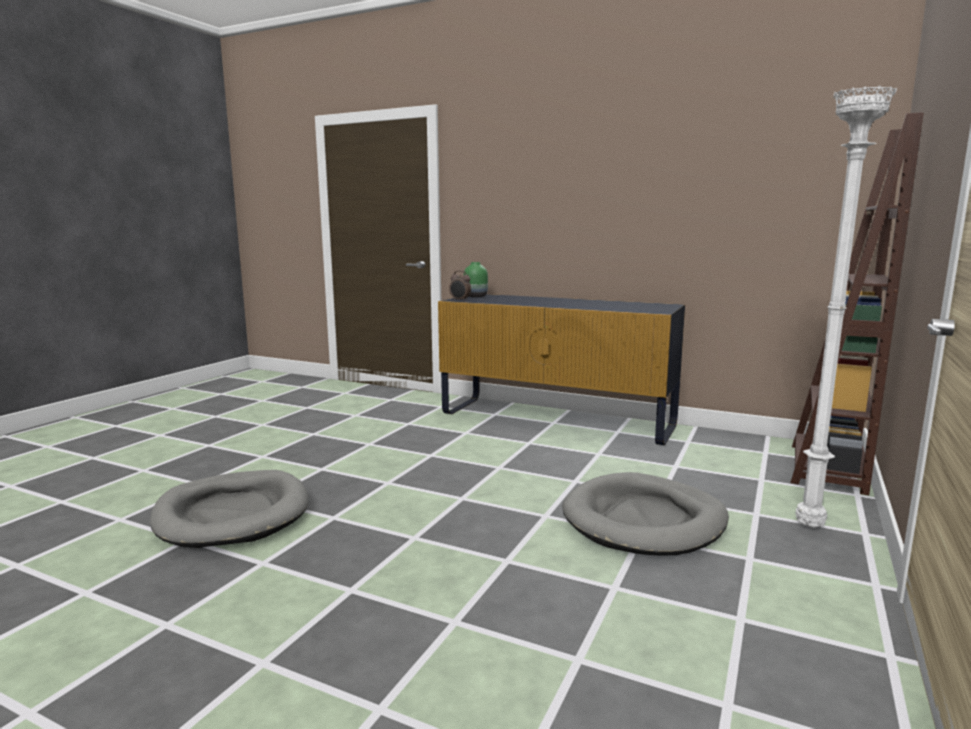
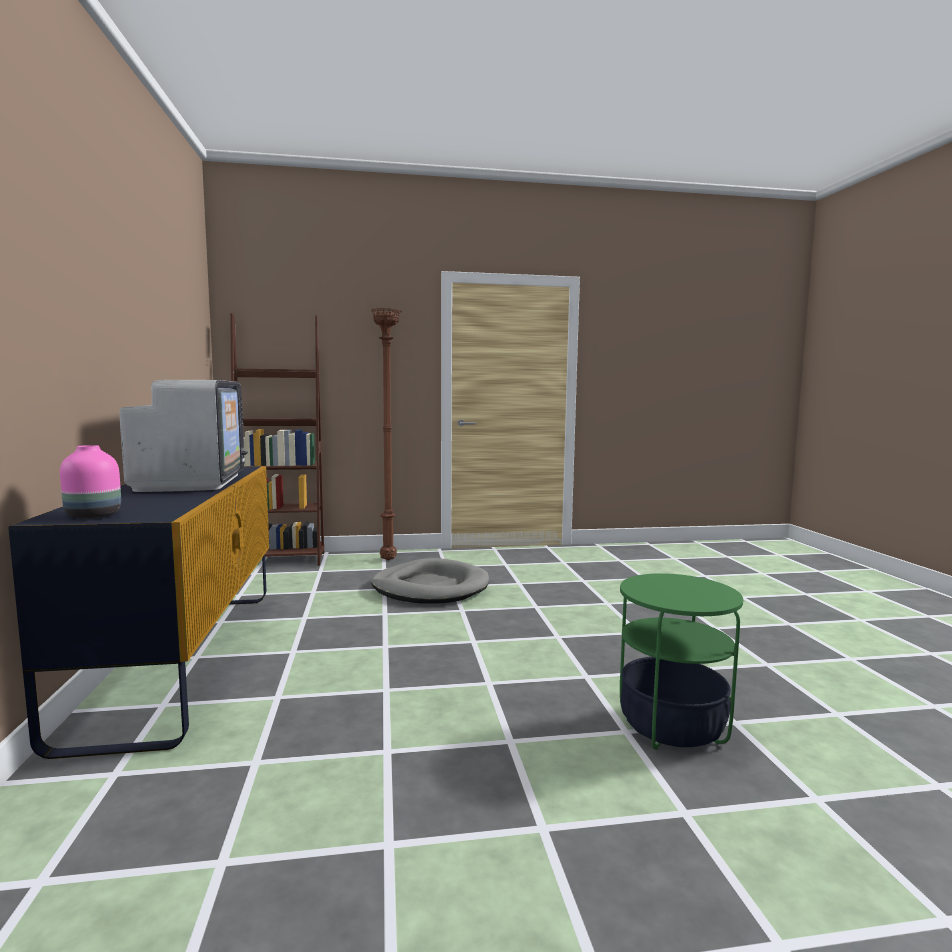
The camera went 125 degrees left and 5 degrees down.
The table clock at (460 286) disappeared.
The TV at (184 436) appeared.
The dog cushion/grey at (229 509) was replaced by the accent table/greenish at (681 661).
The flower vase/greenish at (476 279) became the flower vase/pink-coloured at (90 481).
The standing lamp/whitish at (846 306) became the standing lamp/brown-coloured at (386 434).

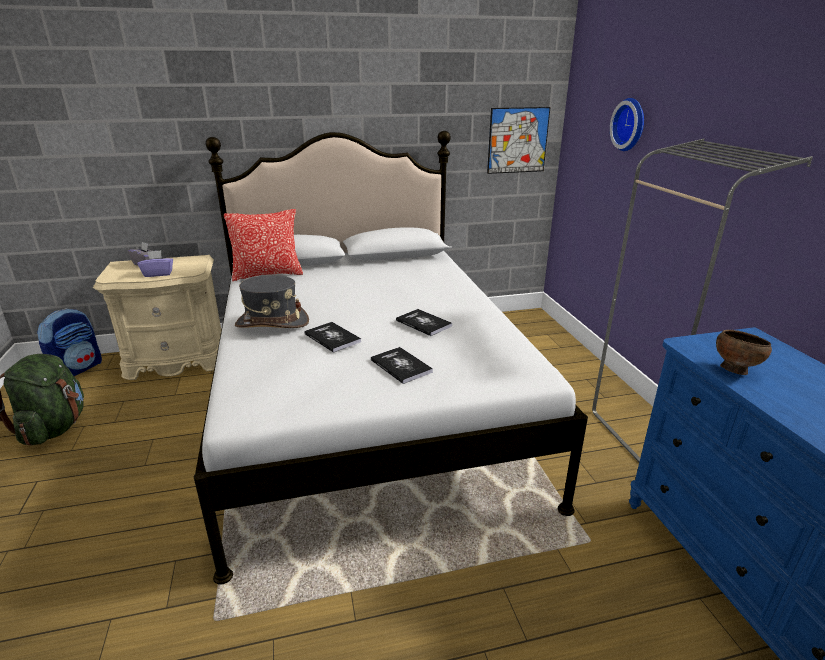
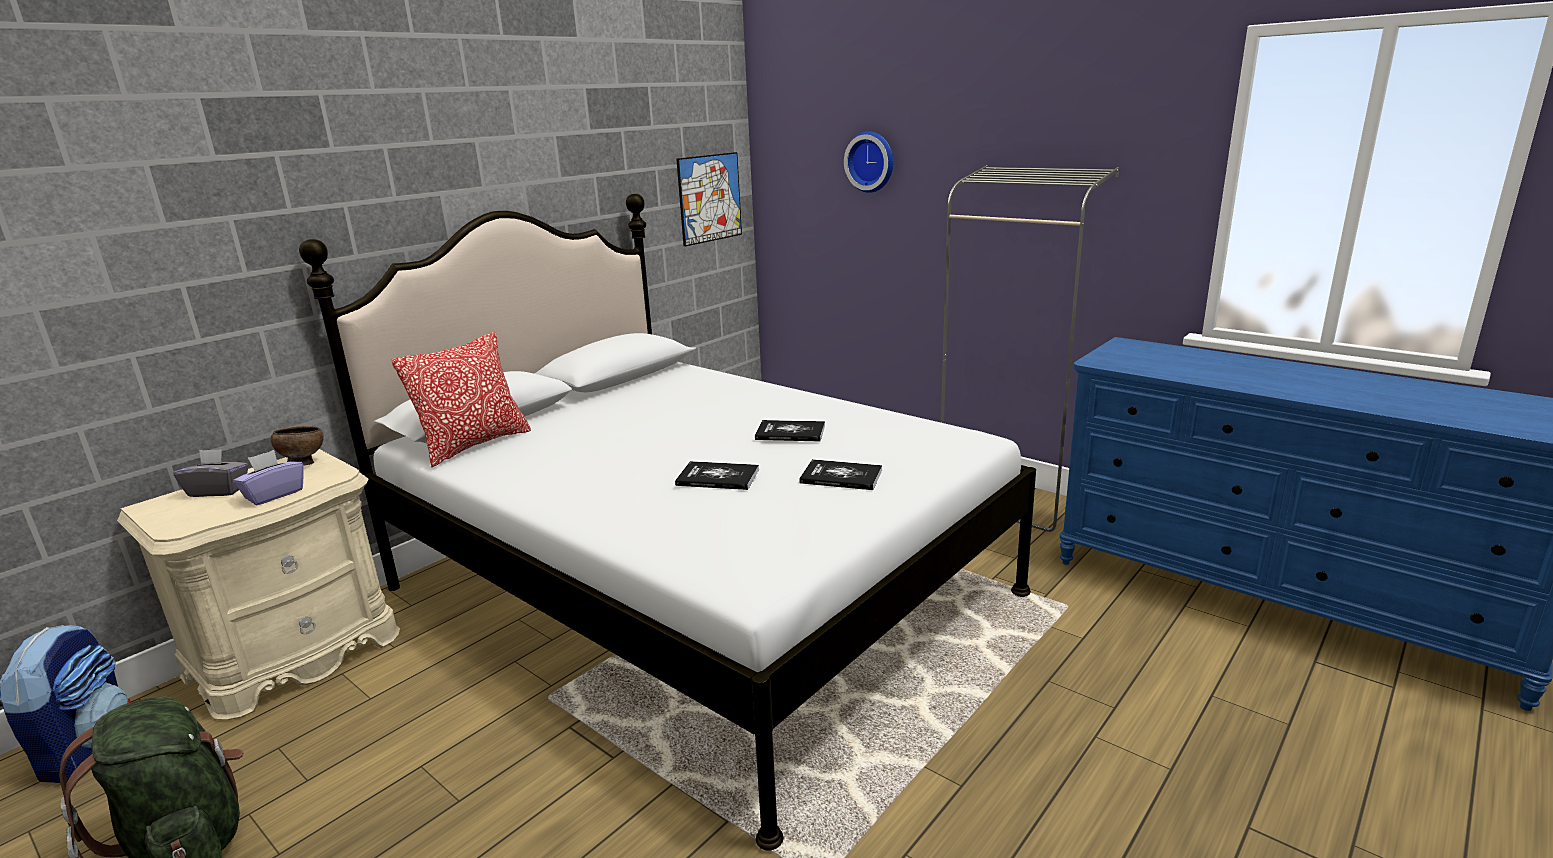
The camera went 35 degrees left and 5 degrees down.
The wearable hat/grey at (272 301) disappeared.
The bowl/brown-coloured moved from (744 352) to (297 446).

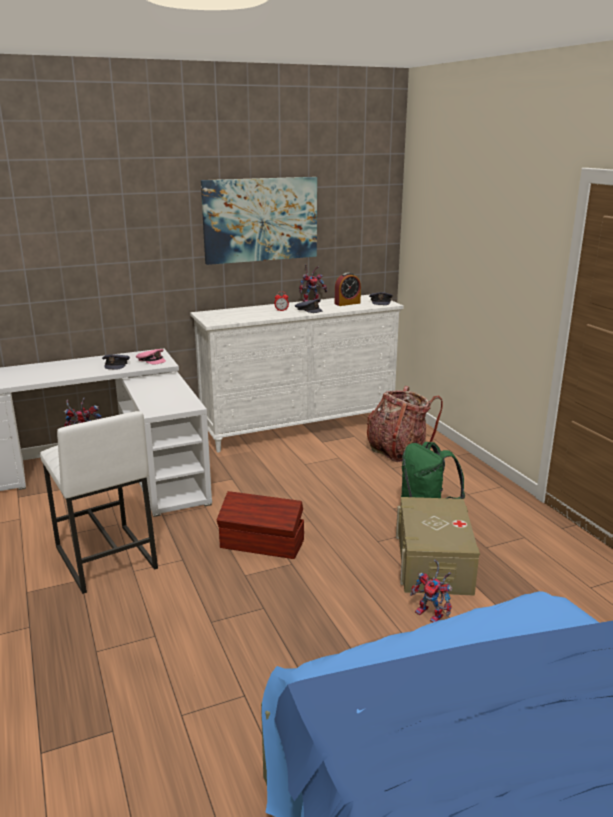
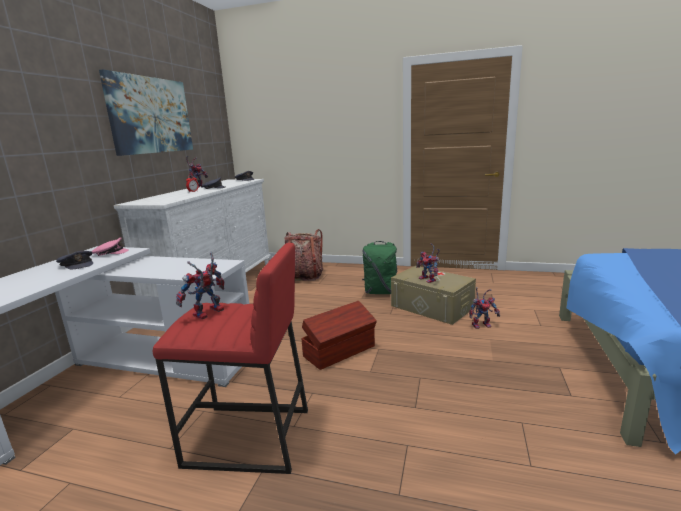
The camera went 50 degrees left and 5 degrees down.
The table clock at (348 289) disappeared.
The model robot at (428 263) appeared.
The sitting stool/whitish at (99 502) became the sitting stool/red-coloured at (230 358).

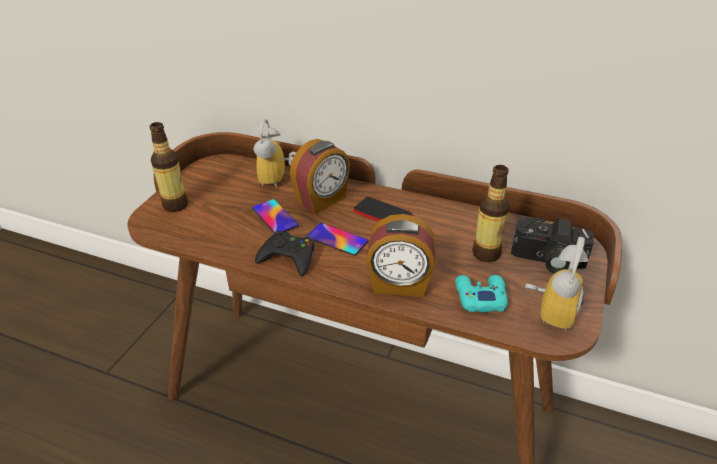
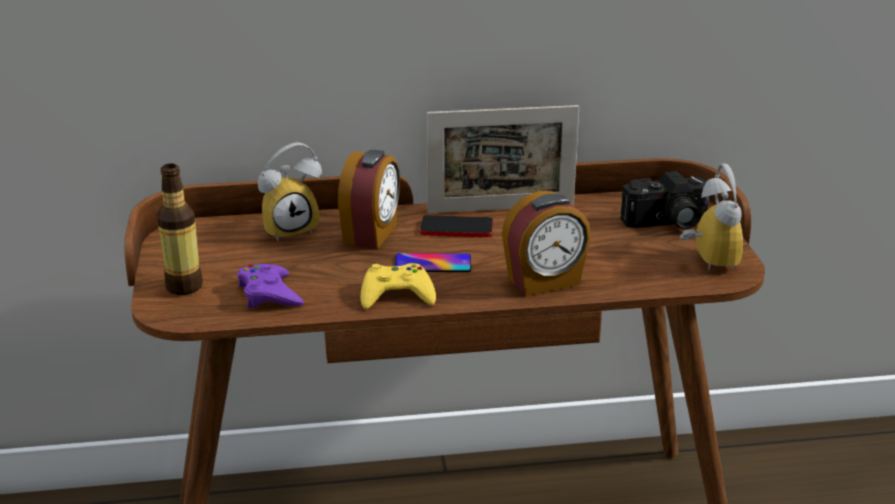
The camera went 30 degrees left and 10 degrees down.
The phone at (275 216) disappeared.
The joypad/turquoise at (481 293) disappeared.
The drink bottle at (491 213) disappeared.
The joypad/purplish at (270 286) appeared.
The picture frame at (503 159) appeared.
The joypad/black at (284 253) became the joypad/yellowish at (398 286).
The table clock at (274 154) turned 90 degrees counterclockwise.

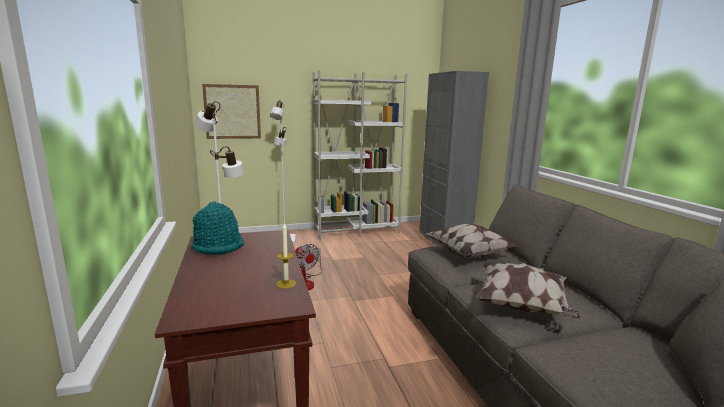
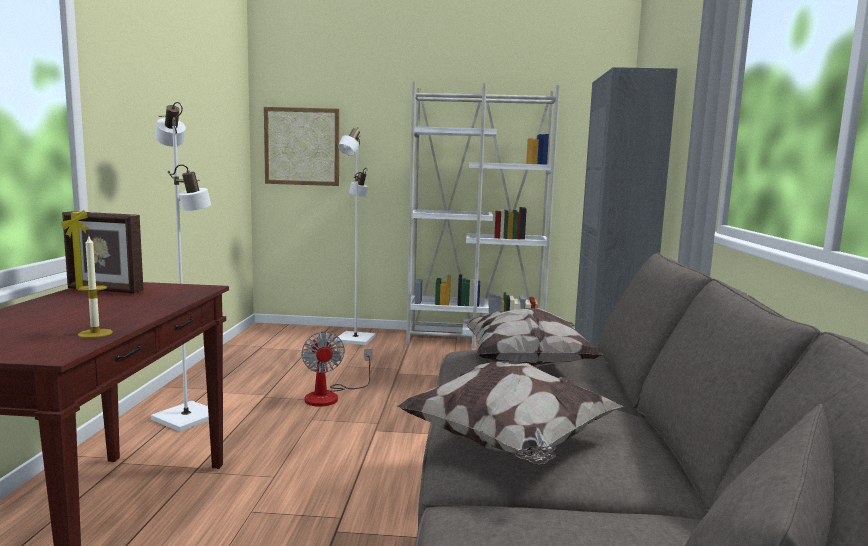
The camera went 20 degrees right and 5 degrees down.
The wearable hat/turquoise at (217 228) was replaced by the picture frame at (102 252).

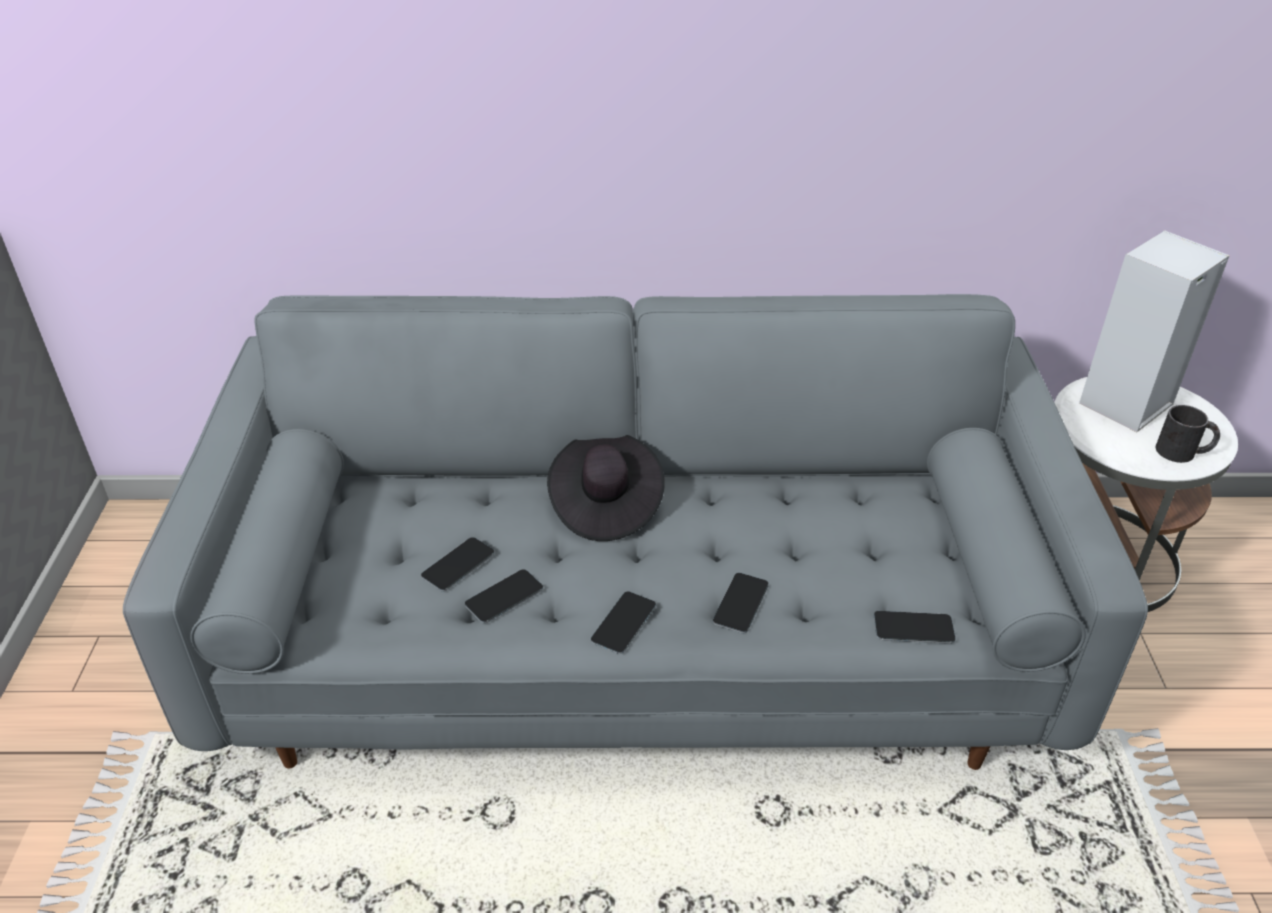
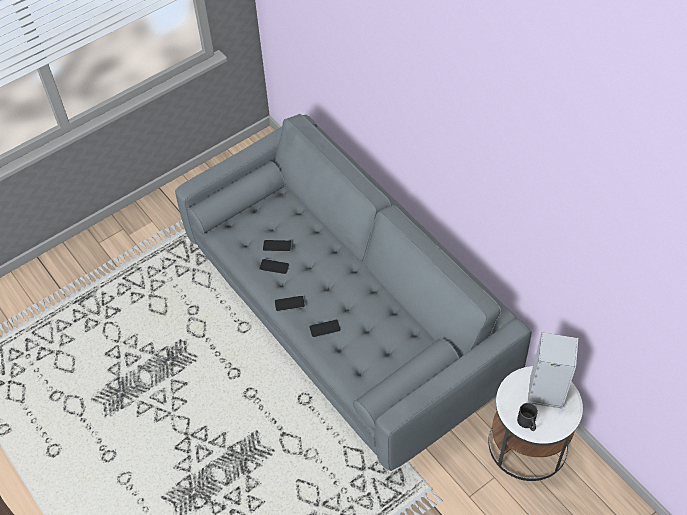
The camera went 55 degrees right and 15 degrees up.
The wearable hat/black at (606 488) disappeared.
The phone at (915 627) disappeared.

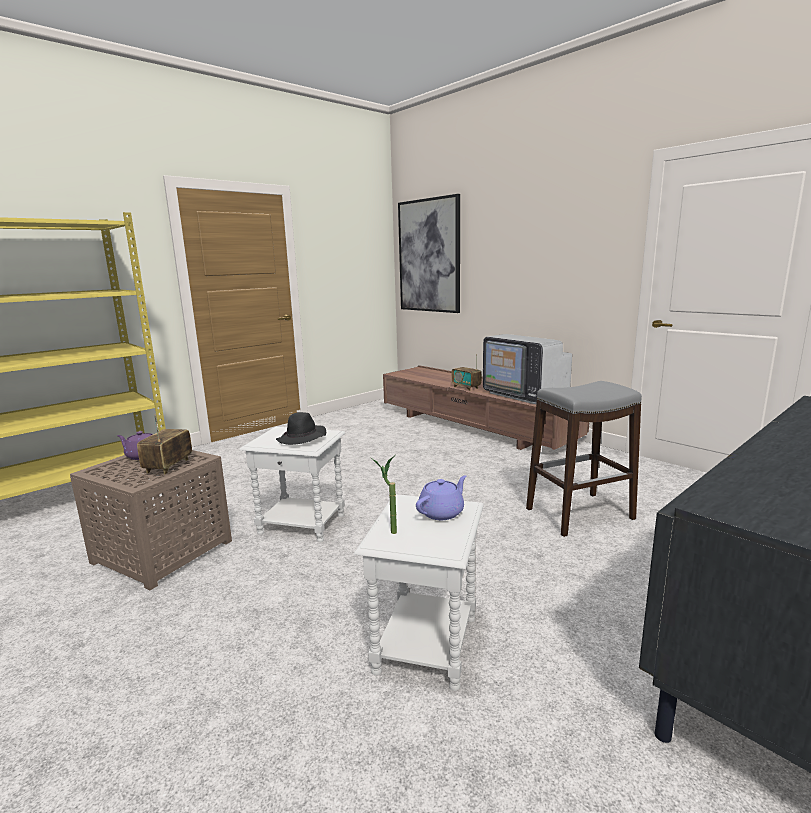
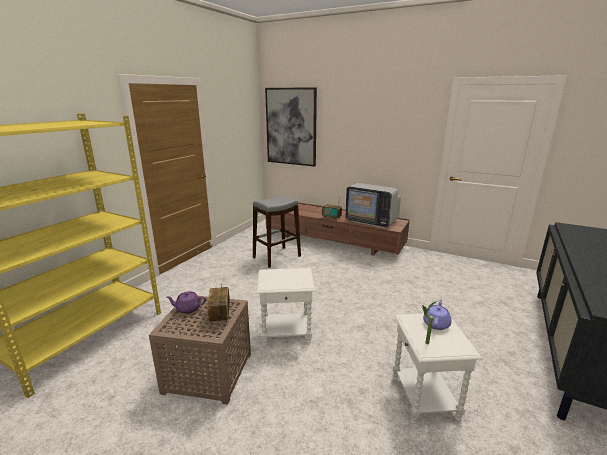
The camera went 20 degrees left and 5 degrees up.
The wearable hat/black at (301 428) disappeared.
The sitting stool/grey moved from (584 459) to (277 231).

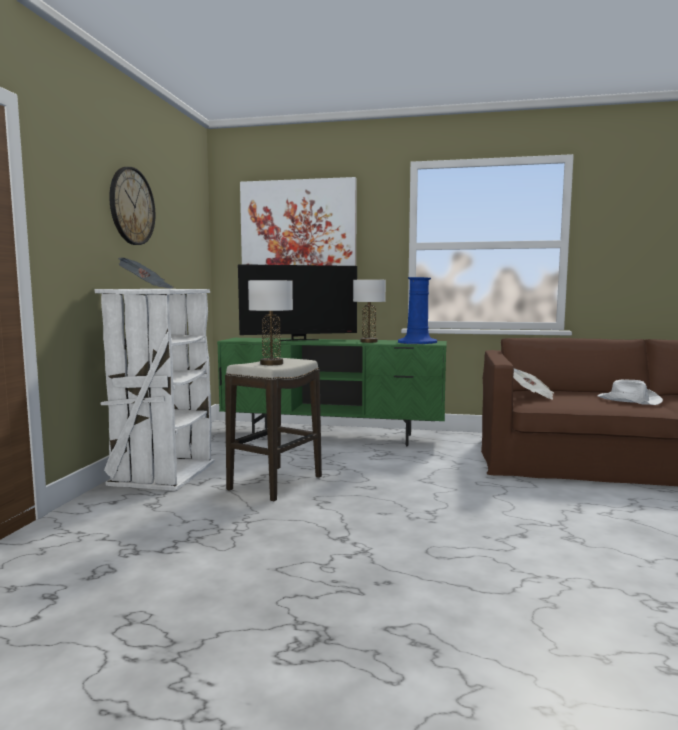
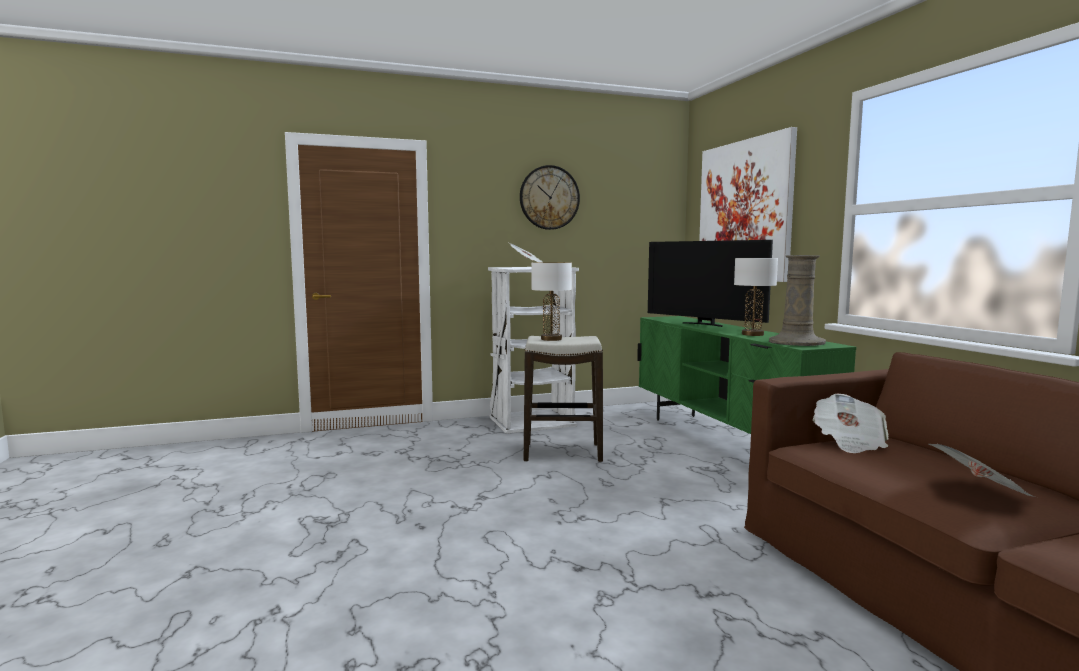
The camera went 60 degrees right and 0 degrees up.
The wearable hat/whitish at (630 392) was replaced by the daily paper at (982 470).
The flower vase/blue-coloured at (417 310) became the flower vase/beige at (797 300).

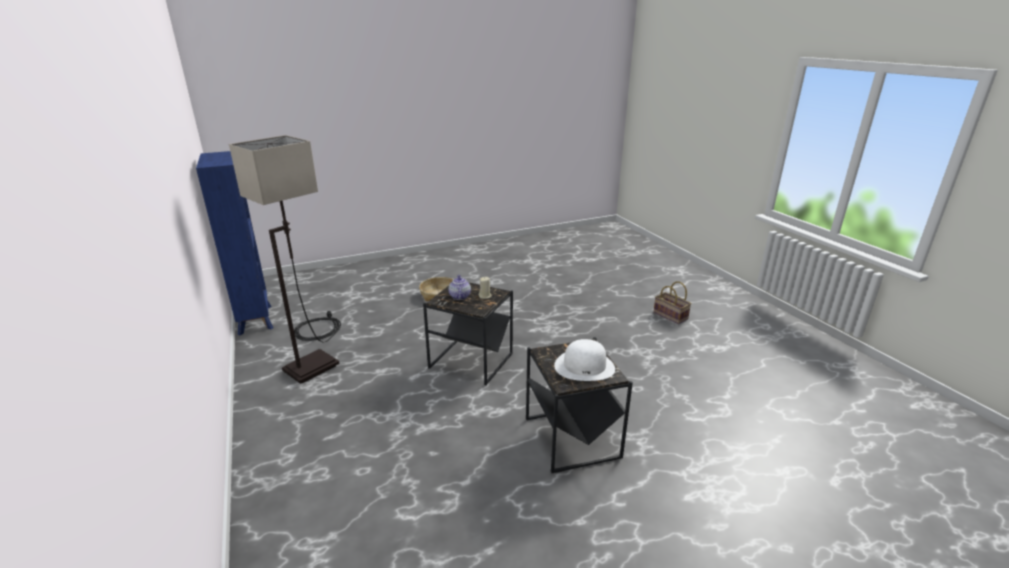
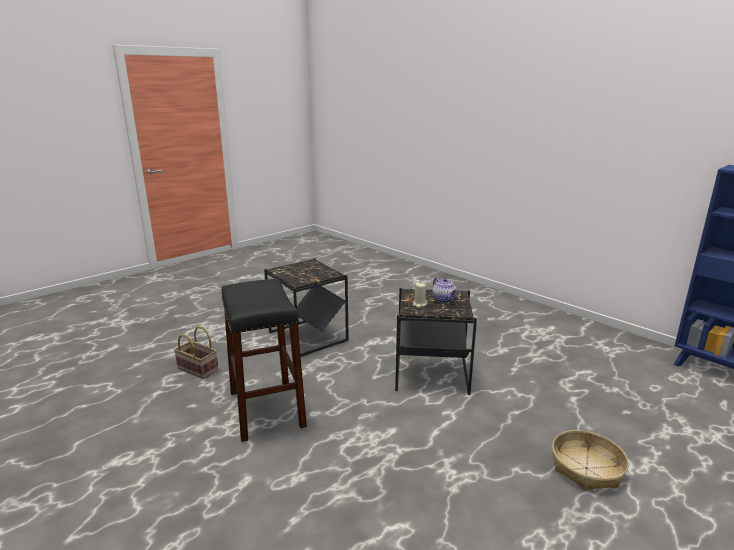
The camera went 160 degrees right and 5 degrees down.
The standing lamp at (285 259) disappeared.
The wearable hat/whitish at (584 360) disappeared.
The sitting stool/black at (264 360) appeared.
The storage basket moved from (672 302) to (196 352).

